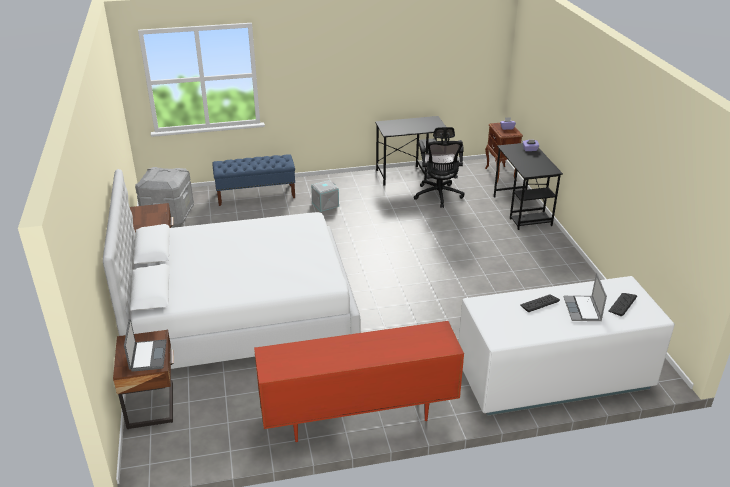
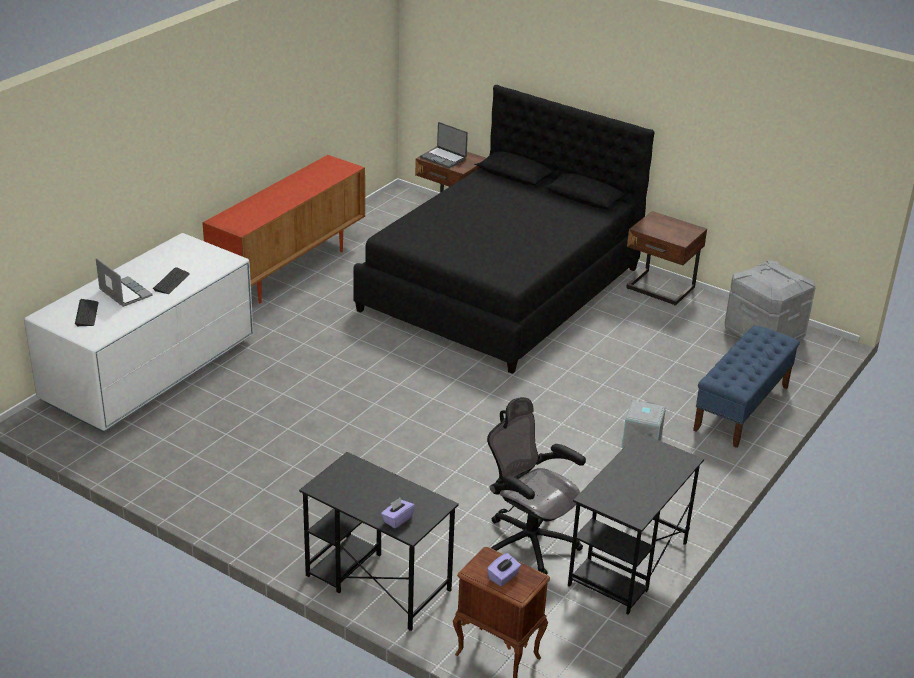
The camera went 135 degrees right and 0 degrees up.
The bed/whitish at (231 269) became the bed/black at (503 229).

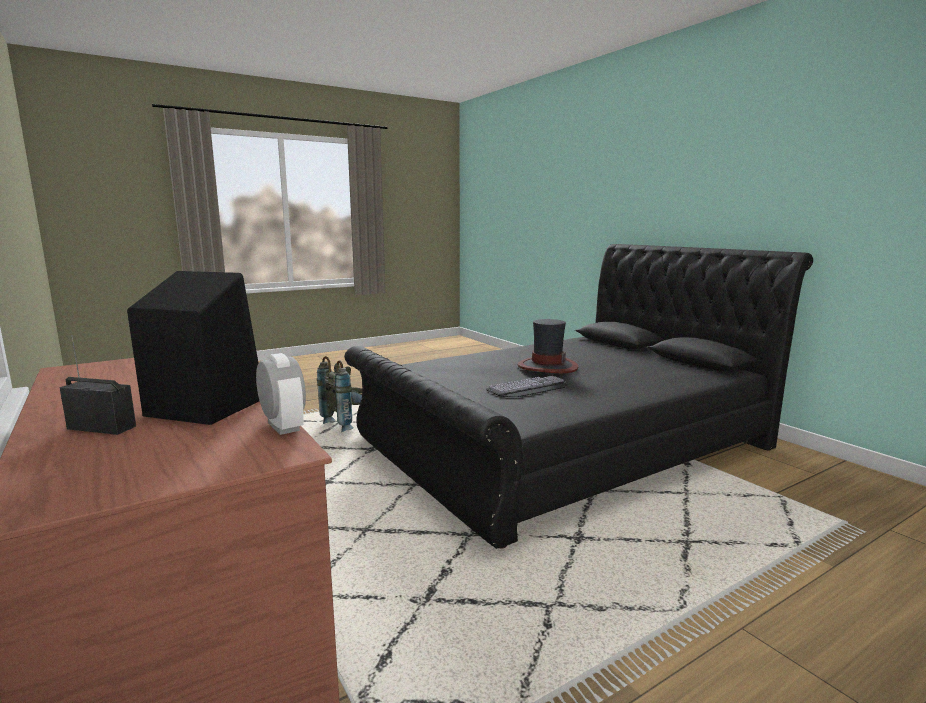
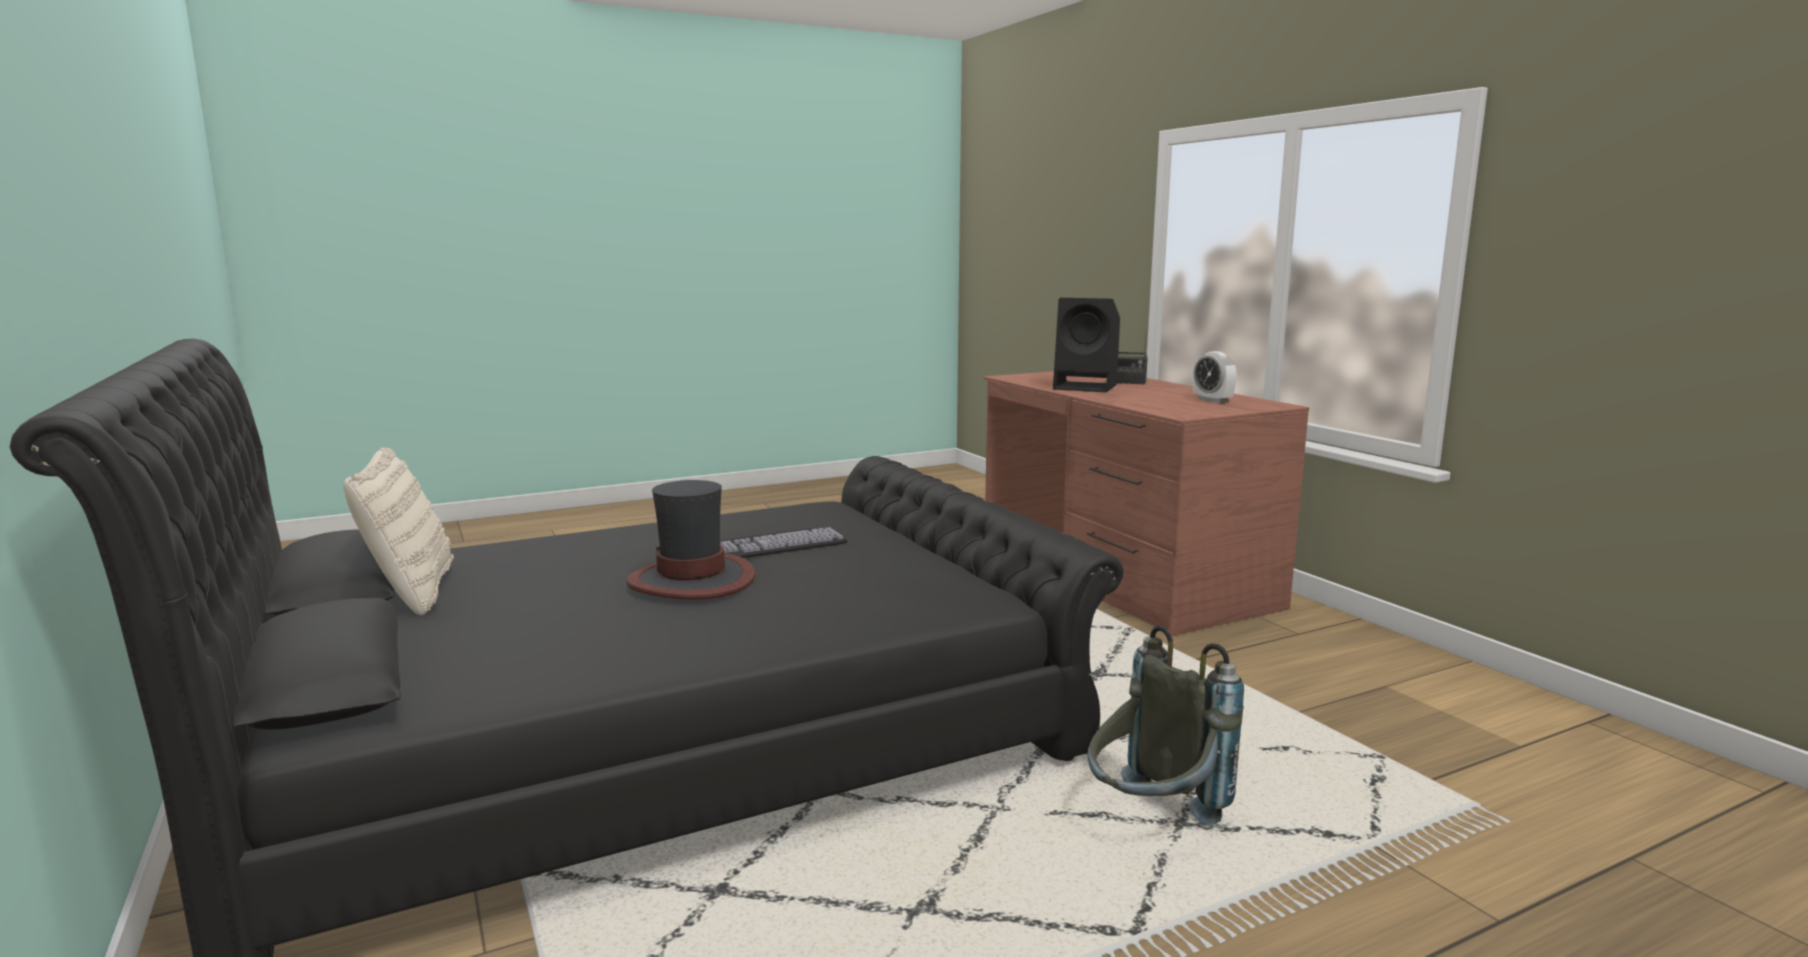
The camera went 175 degrees left and 0 degrees up.
The pillow/beige at (398 531) appeared.
The table clock moved from (281 394) to (1215 377).

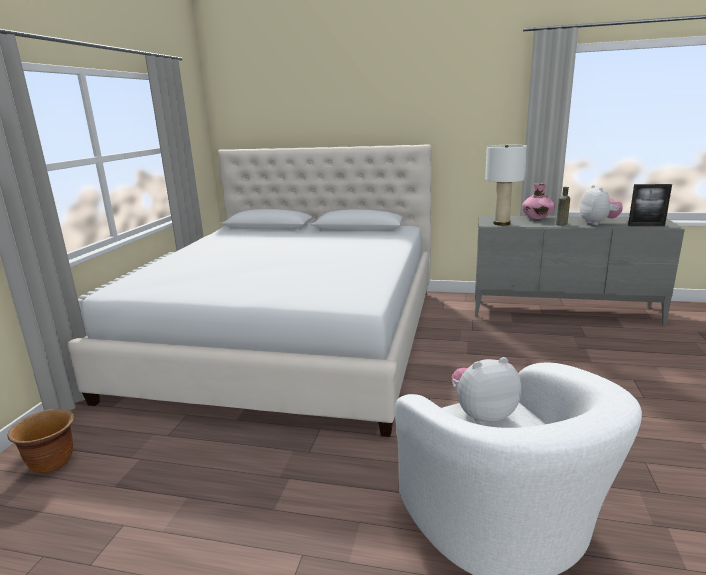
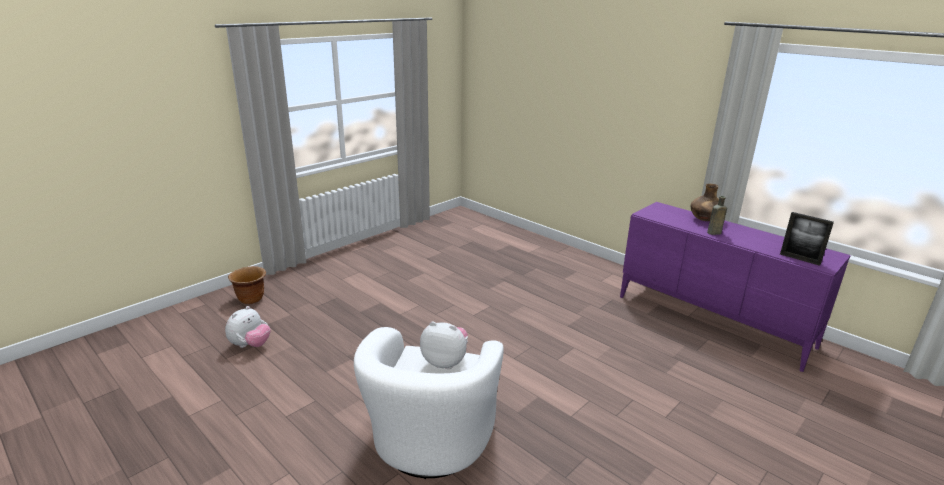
The camera went 30 degrees right and 5 degrees up.
The bed/whitish at (249 291) disappeared.
The table lamp/whitish at (506 185) disappeared.
The plush toy moved from (601 205) to (248 327).
The dresser/grey at (580 271) became the dresser/purplish at (735 287).
The flower vase/pink-coloured at (538 201) became the flower vase/brown-coloured at (705 202).

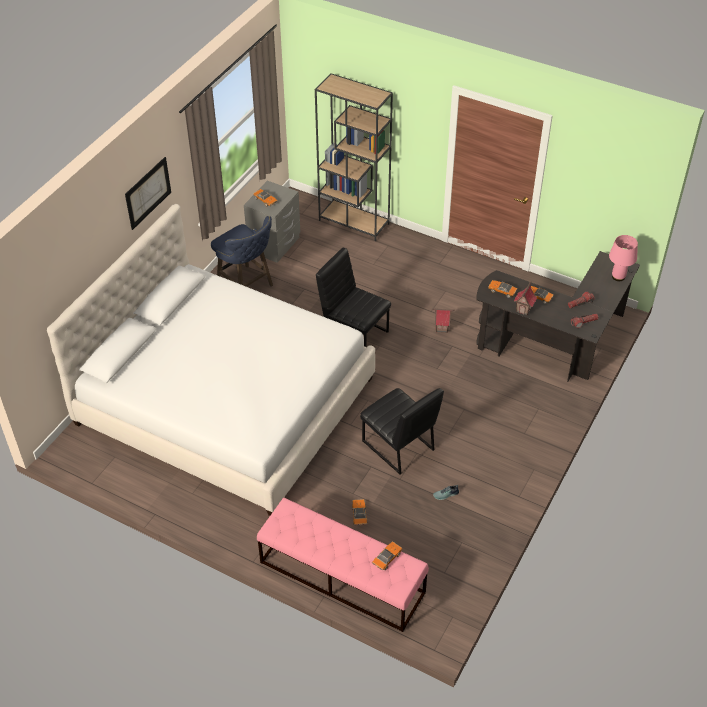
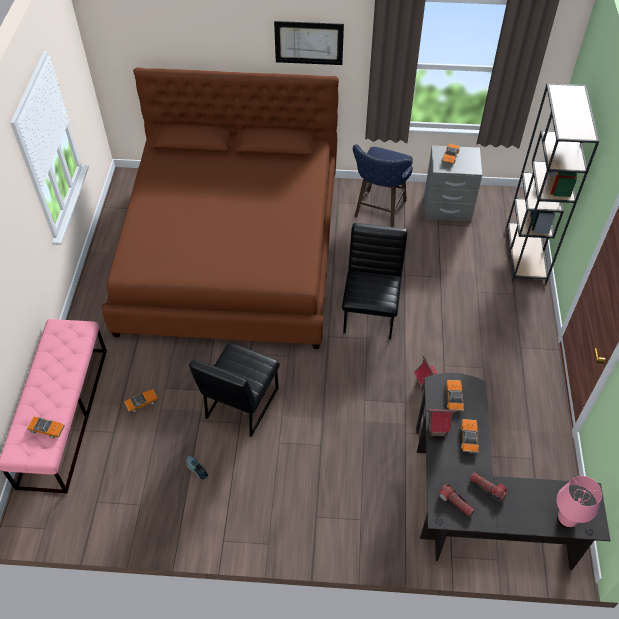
The camera went 65 degrees right and 5 degrees up.
The bed/whitish at (211 360) became the bed/brown-coloured at (220 208).

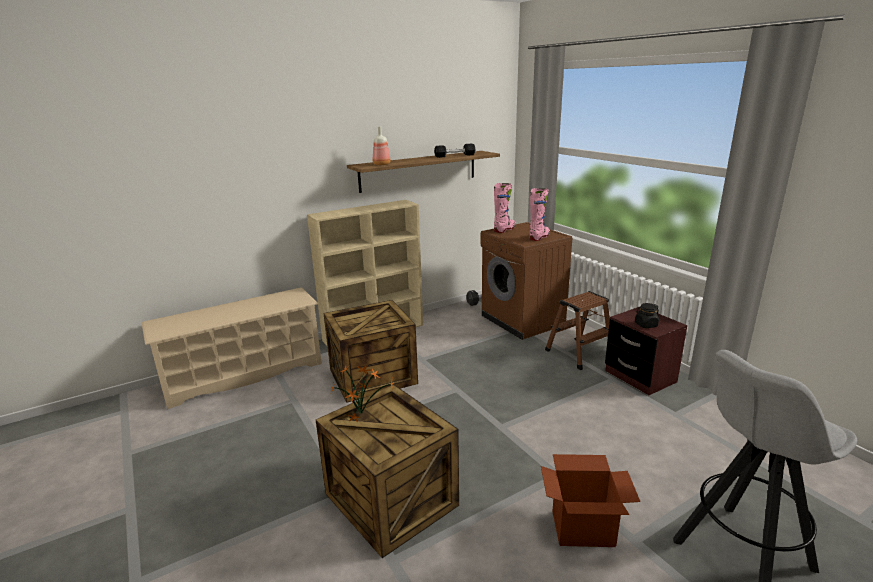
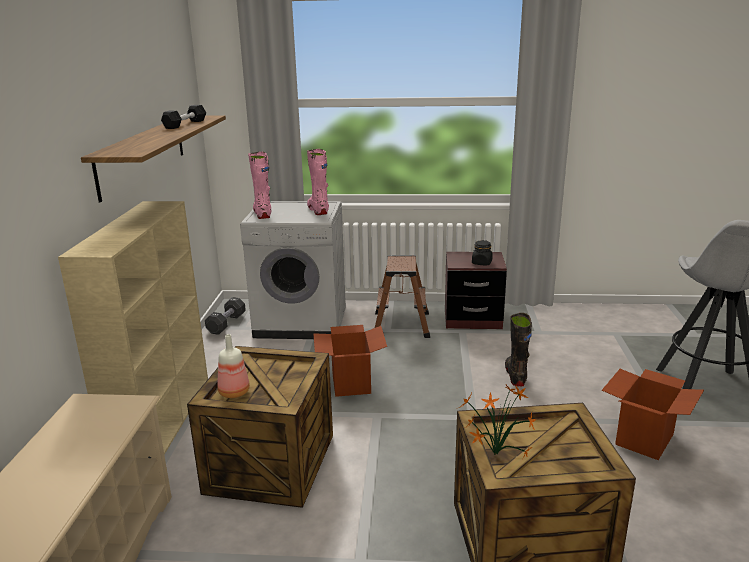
The camera went 55 degrees left and 0 degrees up.
The carton at (350 361) appeared.
The tall boot/black at (518 349) appeared.
The drink bottle moved from (382 145) to (233 366).
The laundry appliance/brown-coloured at (526 281) became the laundry appliance/whitish at (293 270).

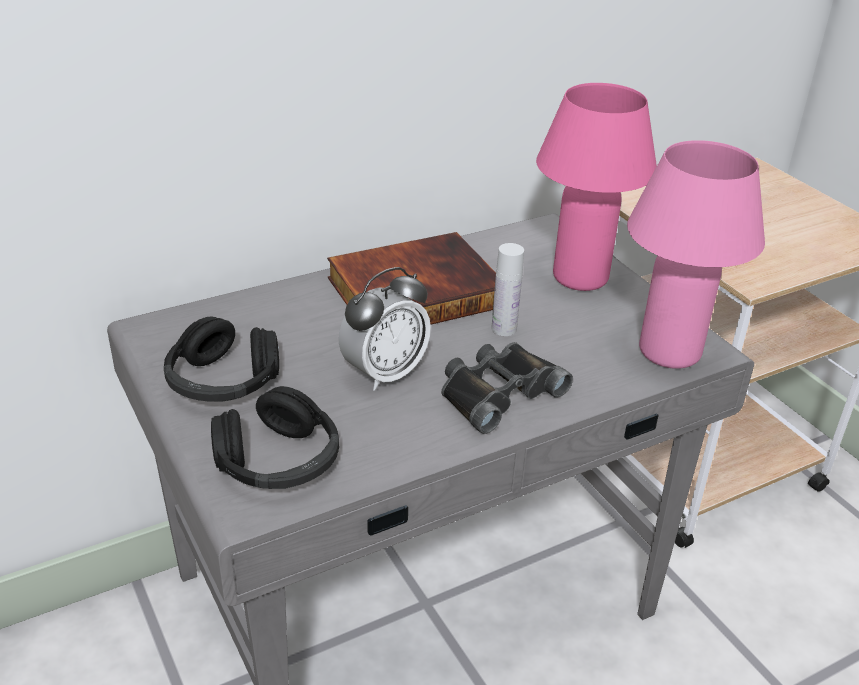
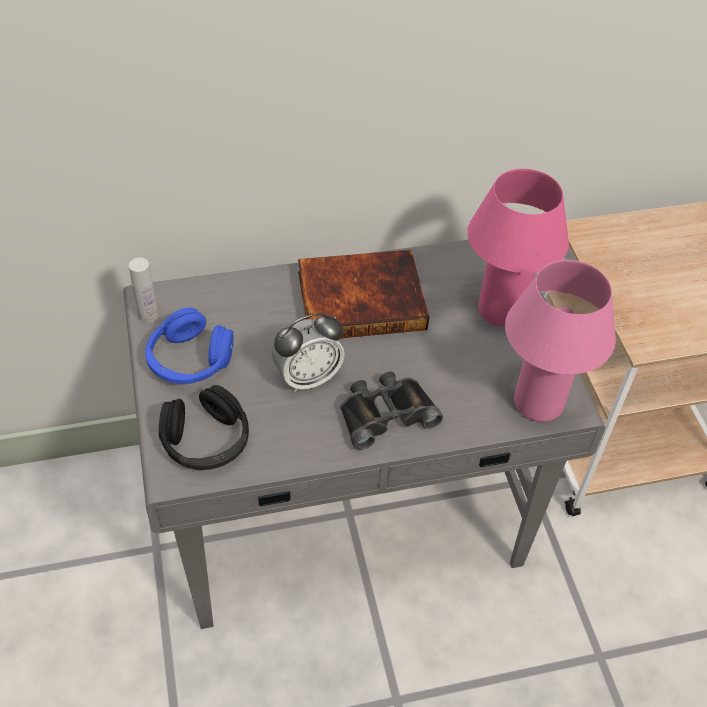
The camera went 15 degrees right and 15 degrees up.
The drink bottle/whitish moved from (508 289) to (144 290).
The headphones/black at (221 359) became the headphones/blue-coloured at (189 346).

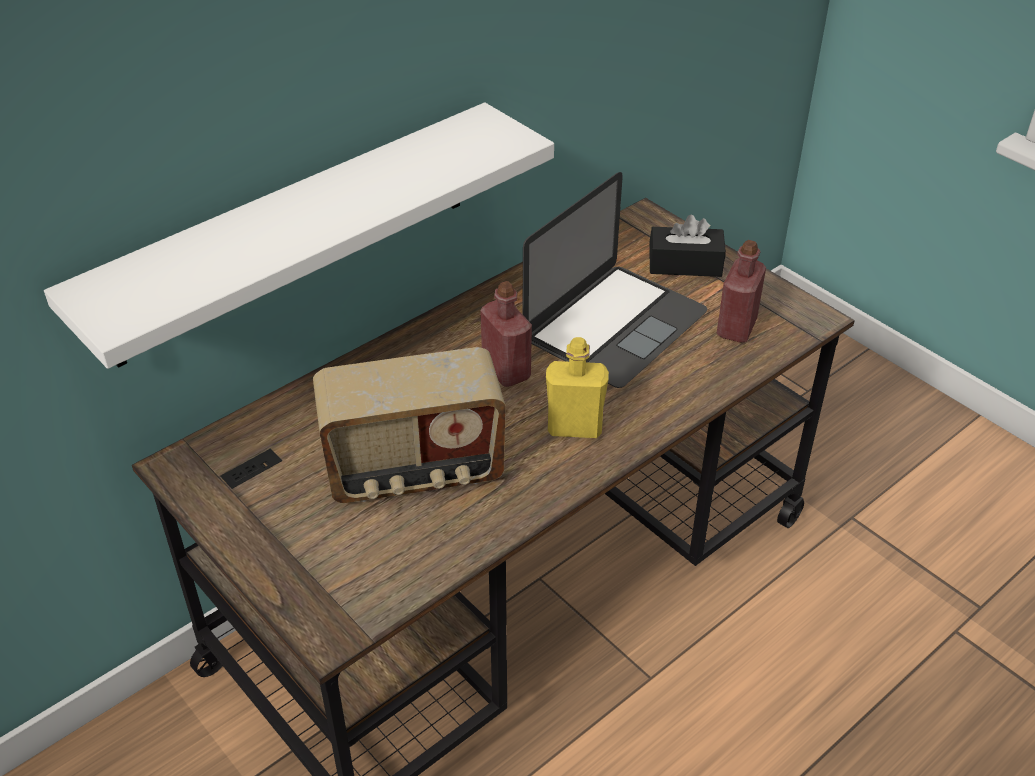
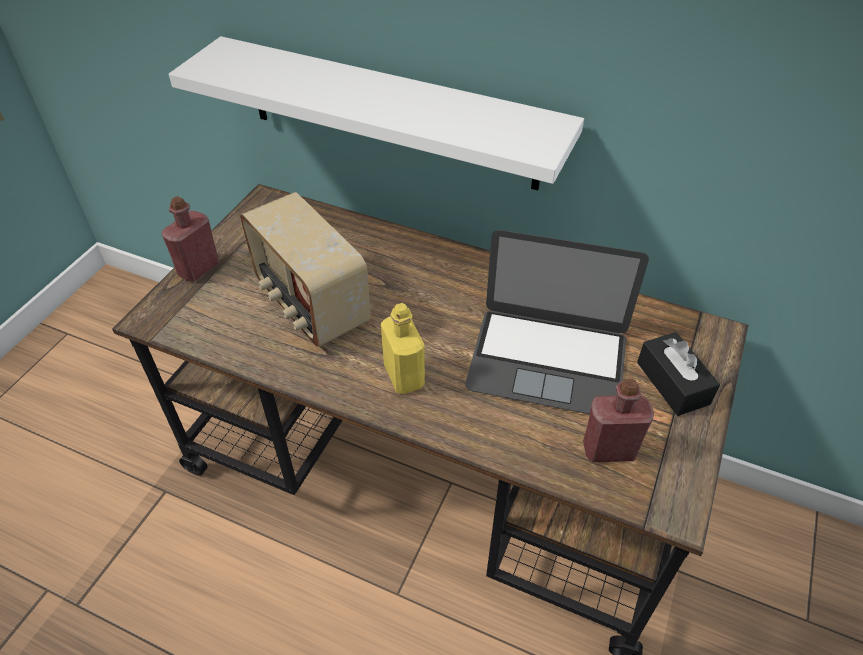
The camera went 65 degrees right and 5 degrees up.
The drink bottle/red-coloured moved from (506 334) to (190 239).

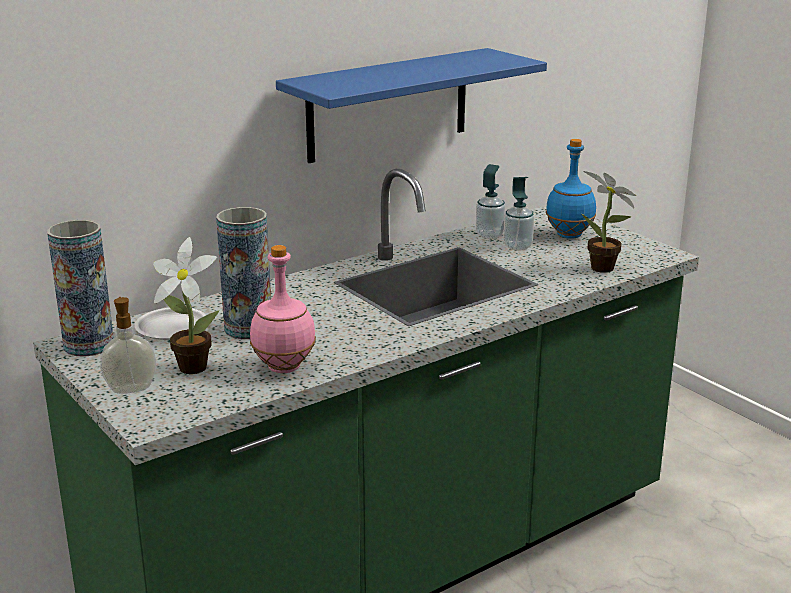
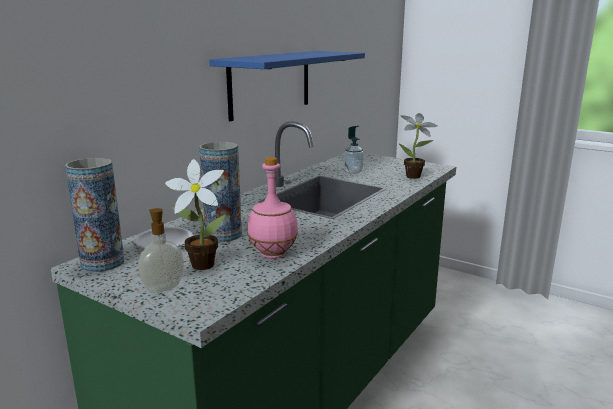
The camera went 20 degrees left and 5 degrees down.
The liquid soap bottle at (490 201) disappeared.
The drink bottle/blue-coloured at (571 189) disappeared.

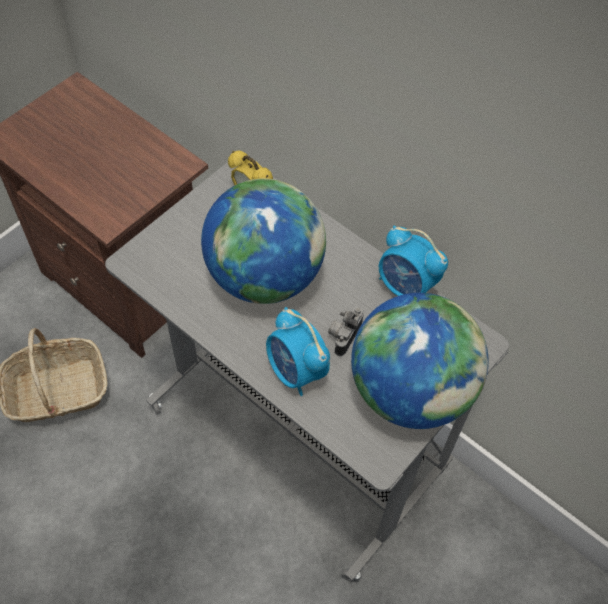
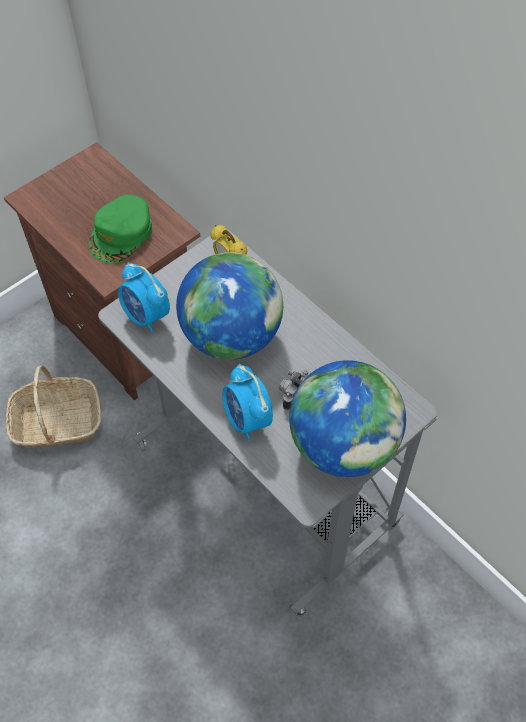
The camera went 10 degrees right and 0 degrees up.
The baseball cap/greenish at (120 228) appeared.
The table clock moved from (413 260) to (144 297).

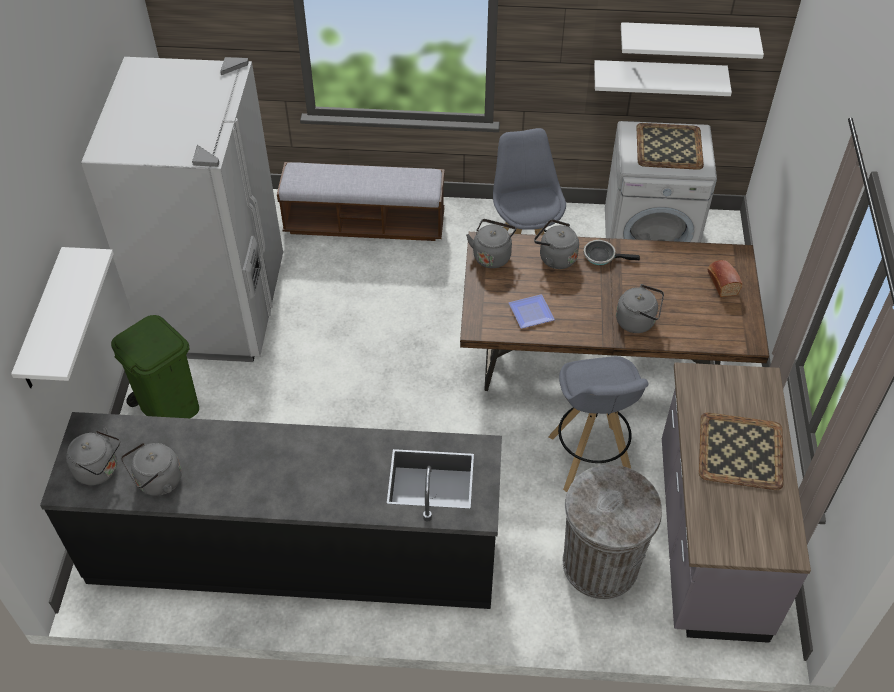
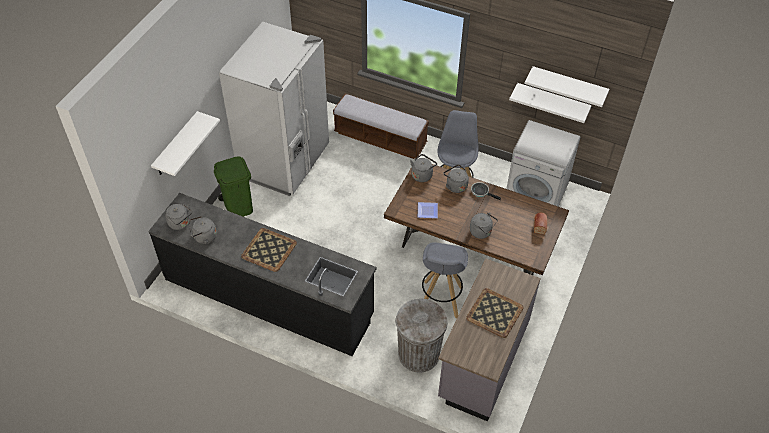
The camera went 20 degrees right and 0 degrees up.
The tray moved from (670 146) to (269 250).

